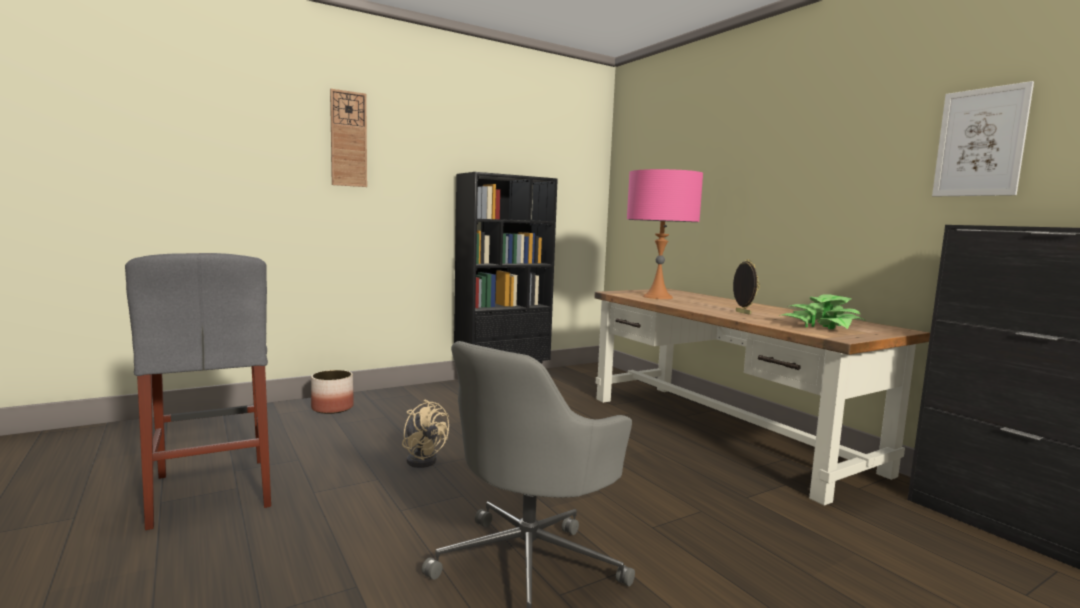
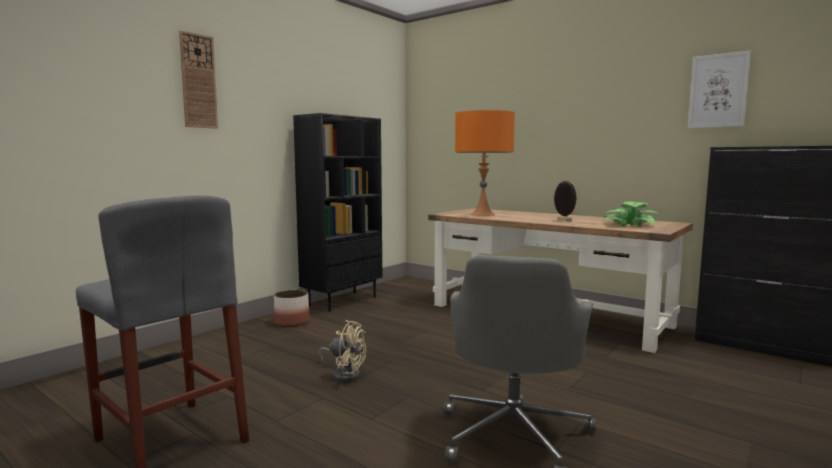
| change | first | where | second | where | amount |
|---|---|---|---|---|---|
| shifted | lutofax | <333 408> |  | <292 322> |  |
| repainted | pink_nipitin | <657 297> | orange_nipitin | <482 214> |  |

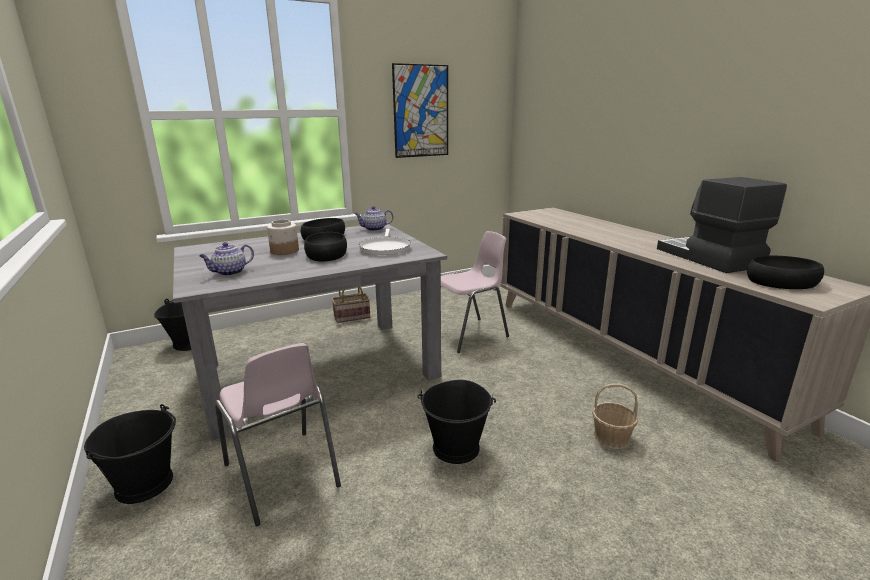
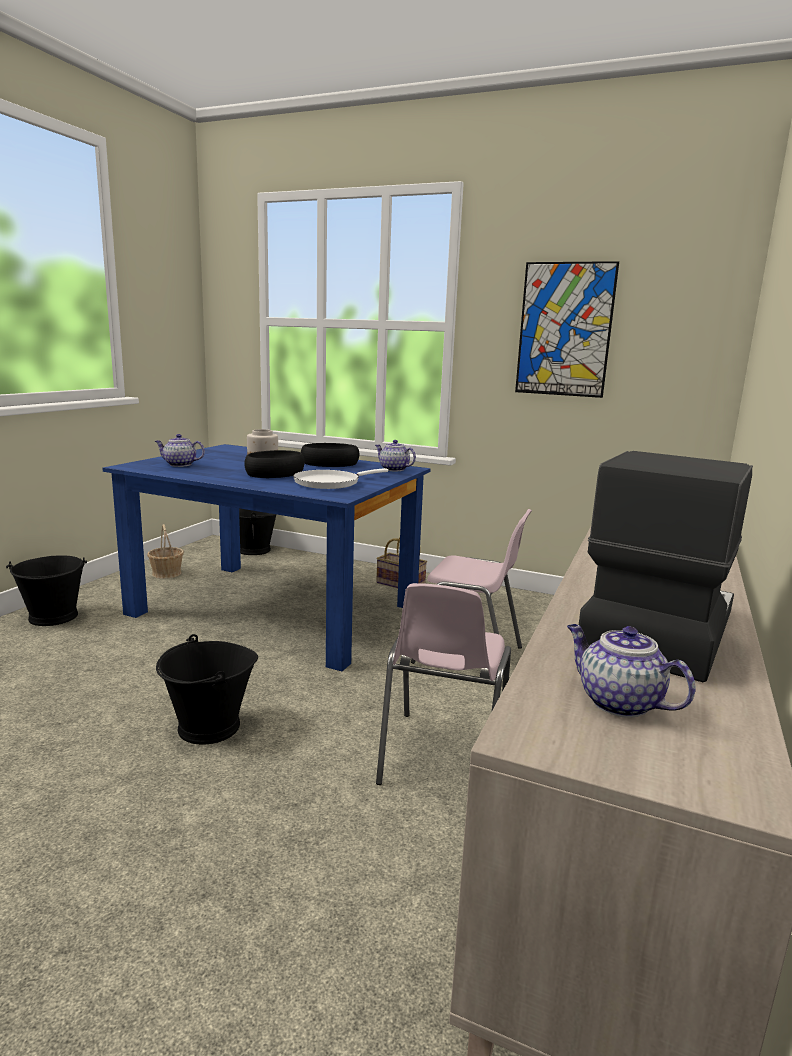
| change | first | where | second | where | amount |
|---|---|---|---|---|---|
| repainted | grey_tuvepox | <317 370> | blue_tuvepox | <273 609> |  |
| shifted | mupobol | <611 437> |  | <166 573> |  |
| shifted | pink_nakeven | <282 476> |  | <441 757> |  |
| swapped | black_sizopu | <781 282> | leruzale | <617 702> |  |

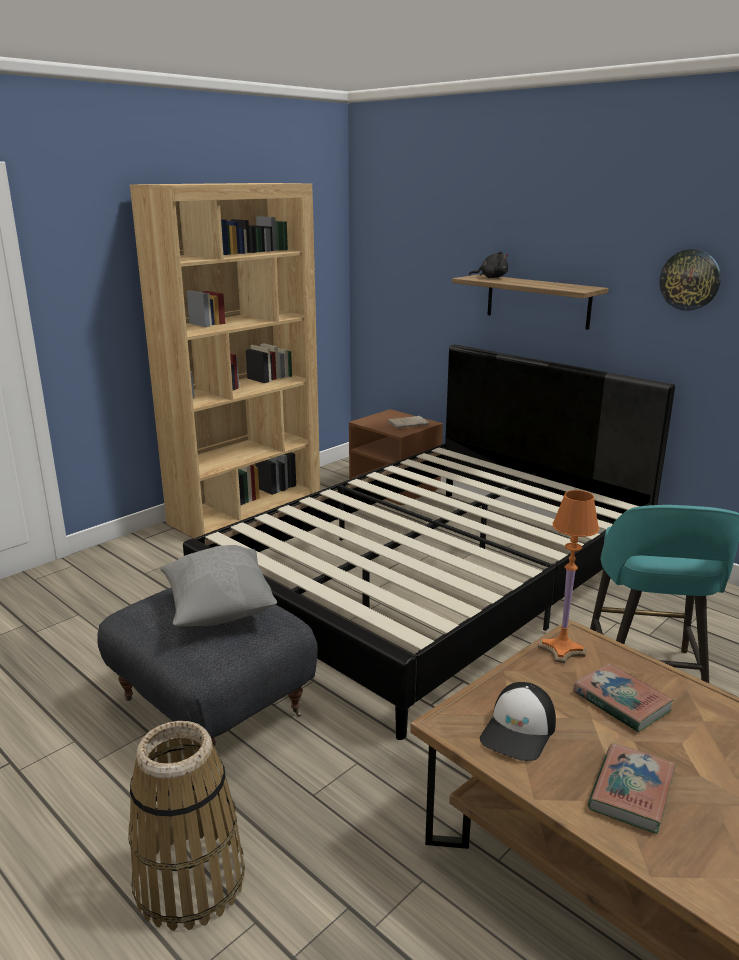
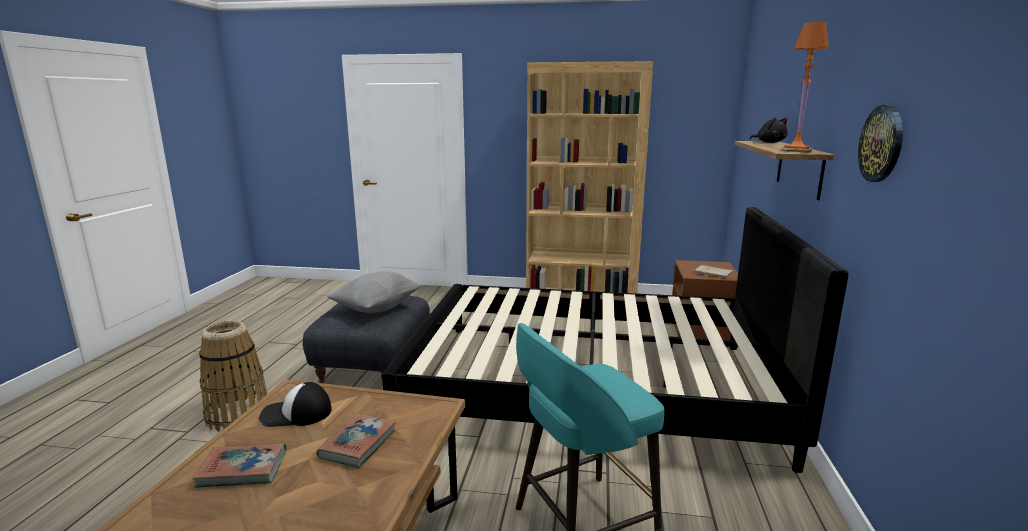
| change | first | where | second | where | amount |
|---|---|---|---|---|---|
| shifted | orange_nipitin | <561 650> |  | <795 151> |  |

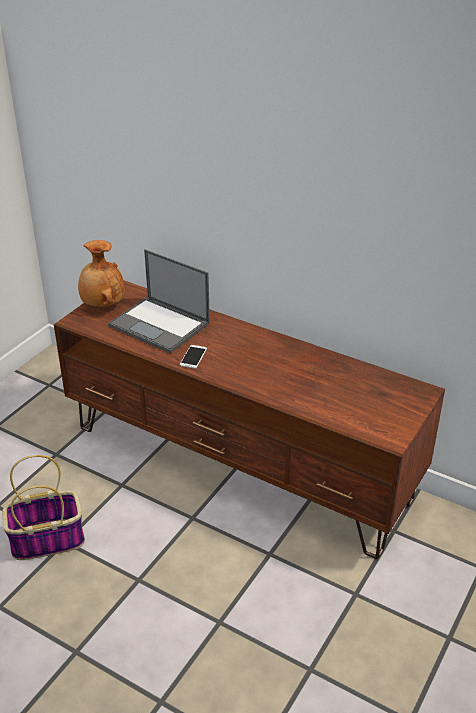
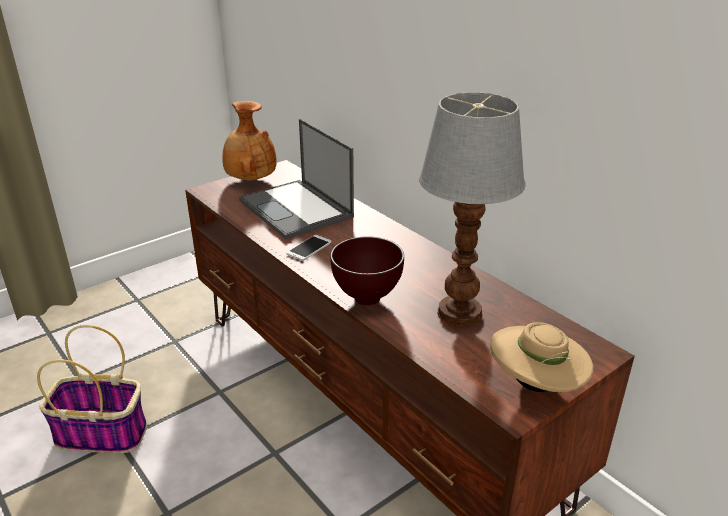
| change | first | where | second | where | amount |
|---|---|---|---|---|---|
| new |  |  | brown_sizopu | <369 299> |  |
| new |  |  | nipitin | <460 314> |  |
| new |  |  | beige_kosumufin | <536 385> |  |

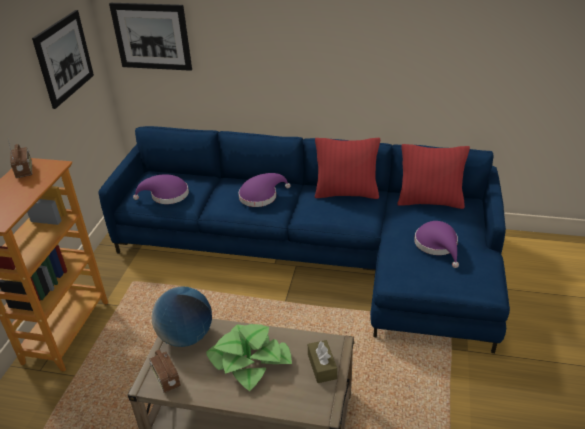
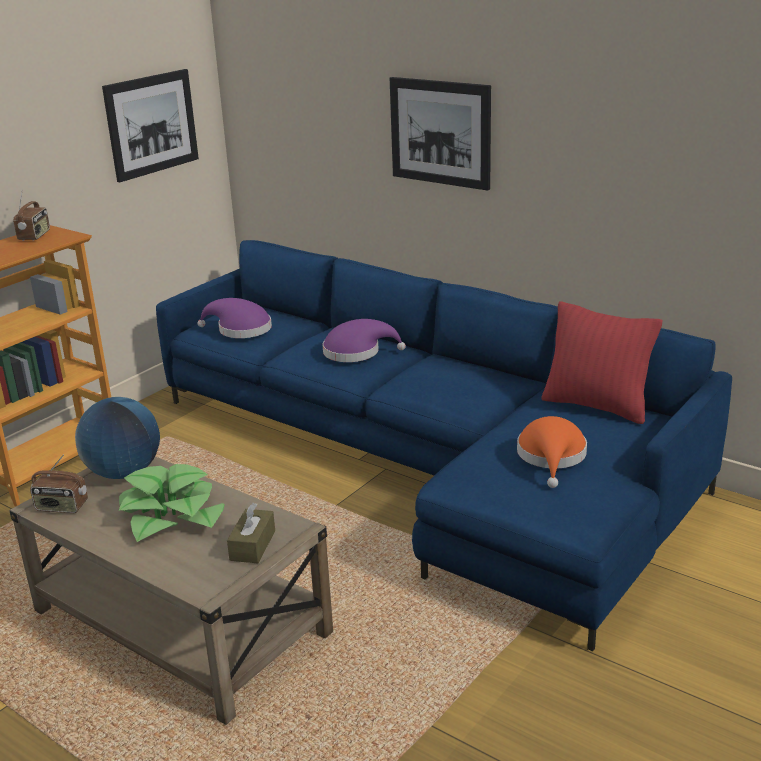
| change | first | where | second | where | amount |
|---|---|---|---|---|---|
| rotated | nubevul | <166 380> |  | <61 507> | 75 degrees counterclockwise |
| shifted | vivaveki | <152 36> |  | <440 132> |  |
| repainted | purple_kosumufin | <437 245> | orange_kosumufin | <552 457> |  |
| gone | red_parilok | <346 193> |  |  |  |

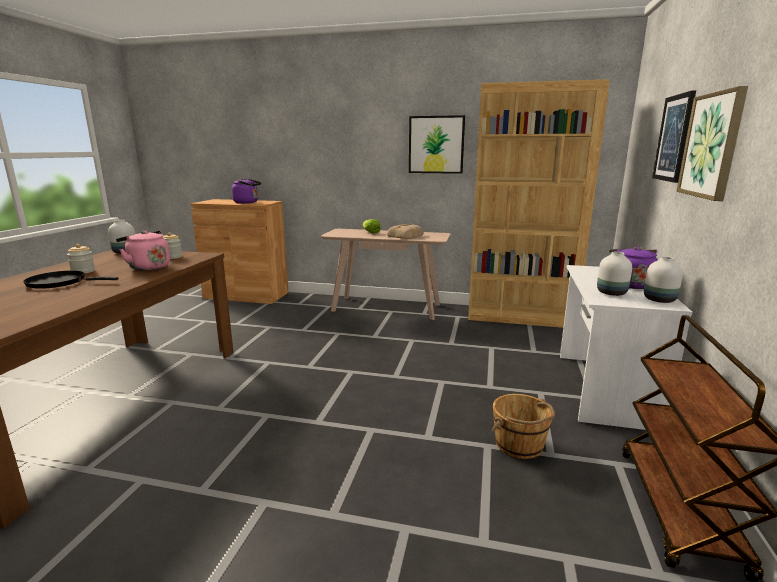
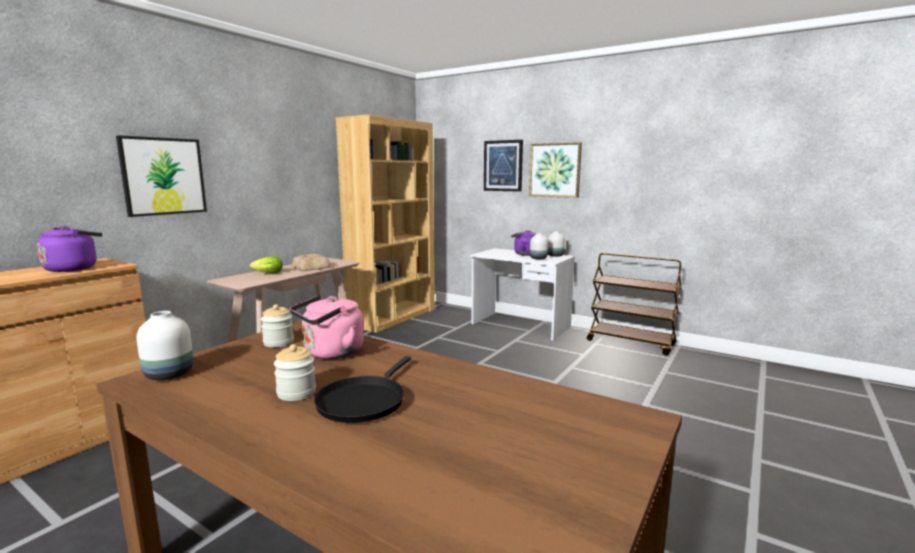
| change | first | where | second | where | amount |
|---|---|---|---|---|---|
| shifted | vivaveki | <436 145> |  | <163 176> |  |
| gone | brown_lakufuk | <519 445> |  |  |  |

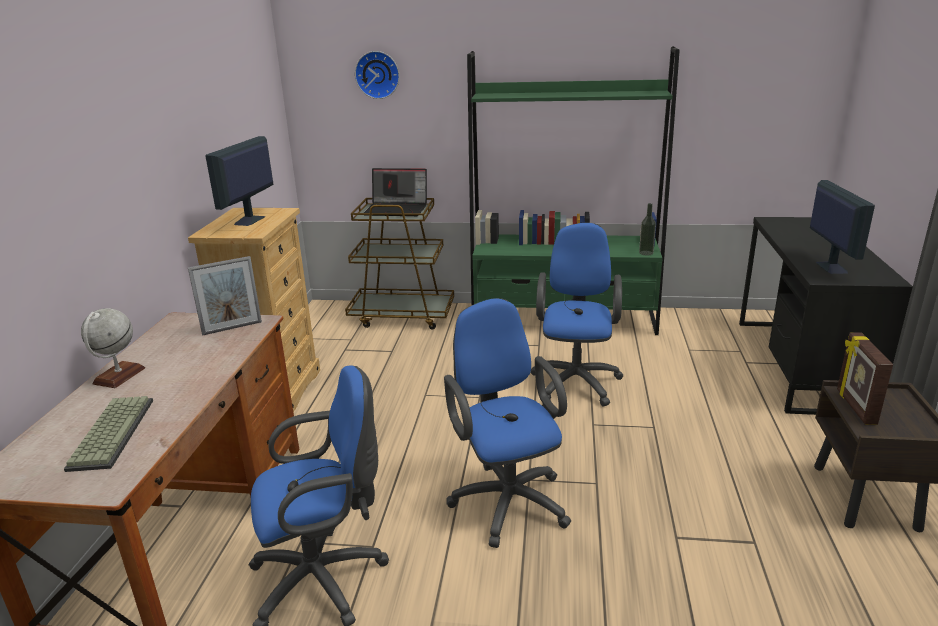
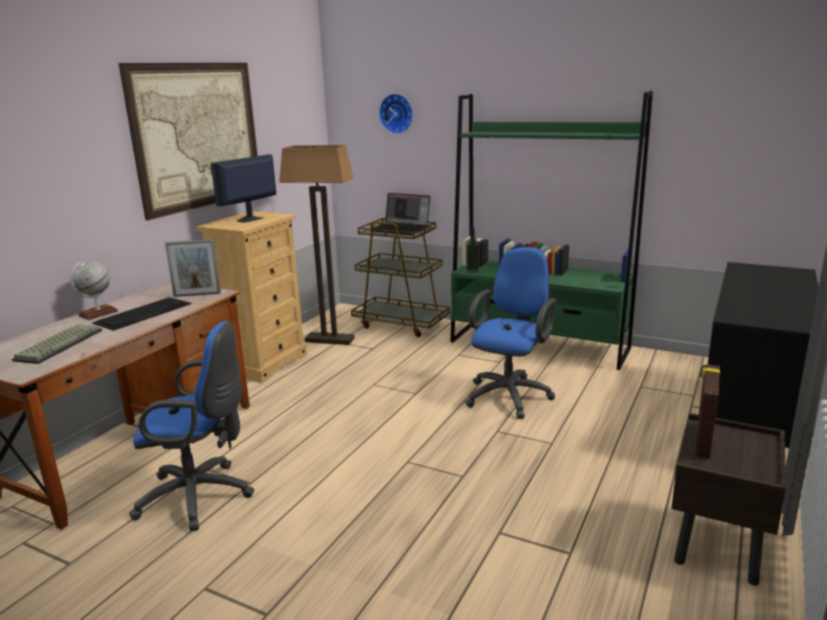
| change | first | where | second | where | amount |
|---|---|---|---|---|---|
| new |  |  | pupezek | <144 313> |  |
| new |  |  | vivaveki | <198 136> |  |
| new |  |  | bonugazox | <330 340> |  |
| shifted | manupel | <646 253> |  | <472 271> |  |
| gone | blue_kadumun | <507 498> |  |  |  |
| gone | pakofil | <831 267> |  |  |  |

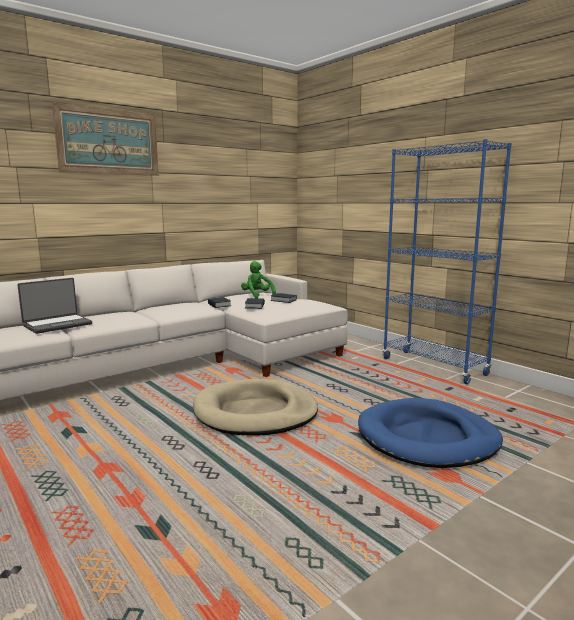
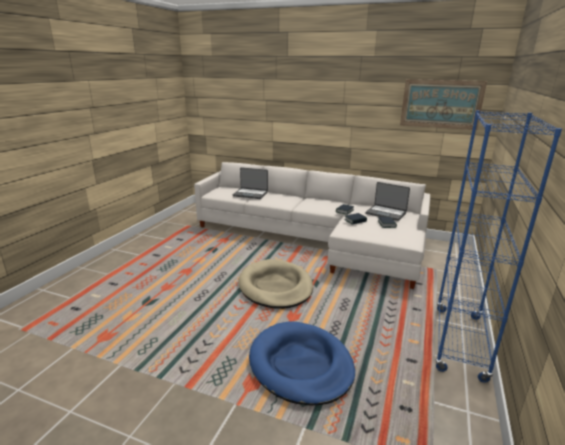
| change | first | where | second | where | amount |
|---|---|---|---|---|---|
| swapped | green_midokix | <257 295> | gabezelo | <386 213> |  |
| shifted | vivaveki | <108 142> |  | <441 104> |  |

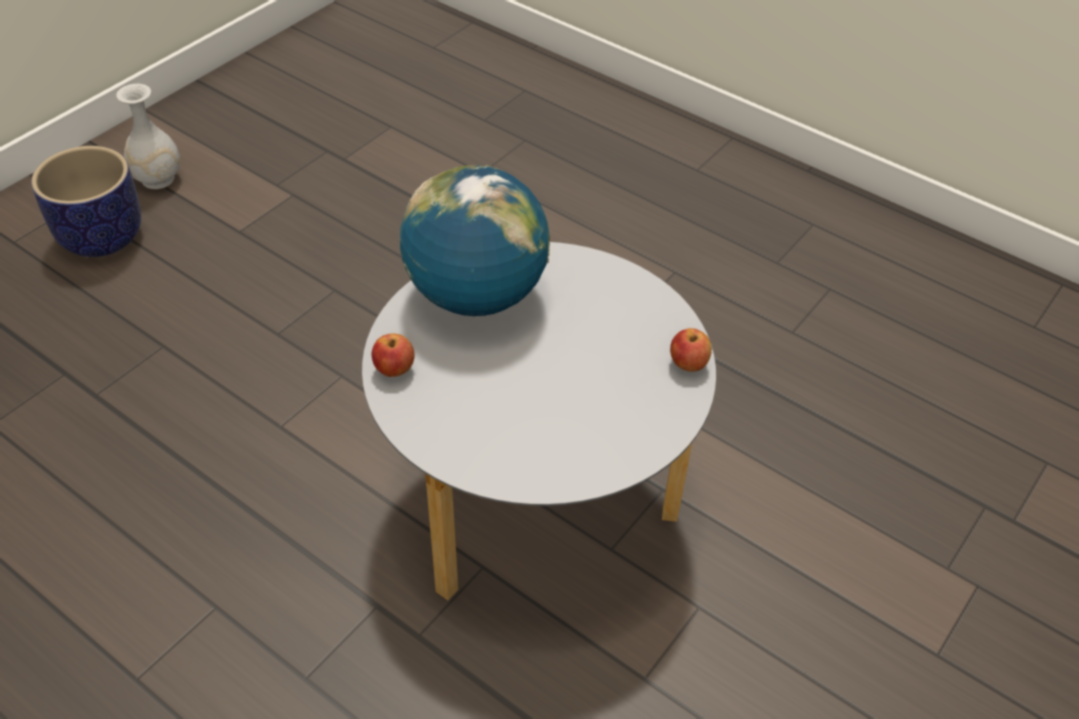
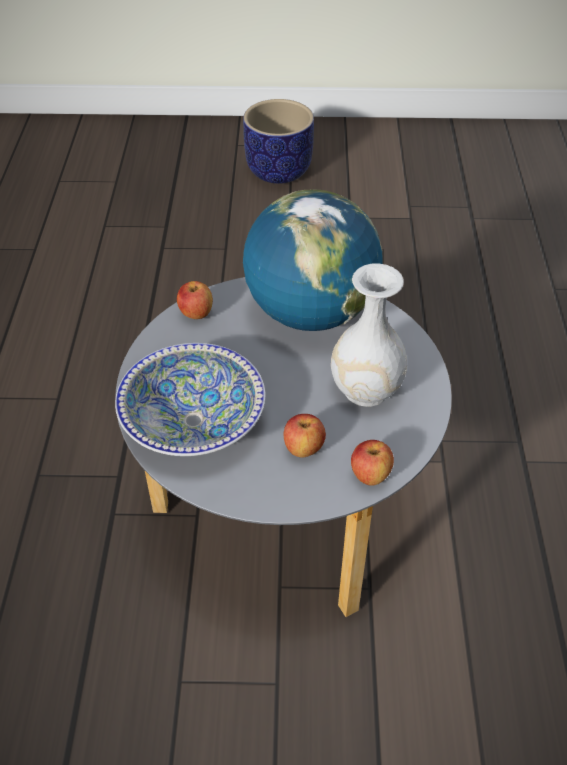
| change | first | where | second | where | amount |
|---|---|---|---|---|---|
| new |  |  | sizopu | <194 421> |  |
| new |  |  | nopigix | <303 448> |  |
| shifted | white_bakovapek | <157 179> |  | <365 389> |  |

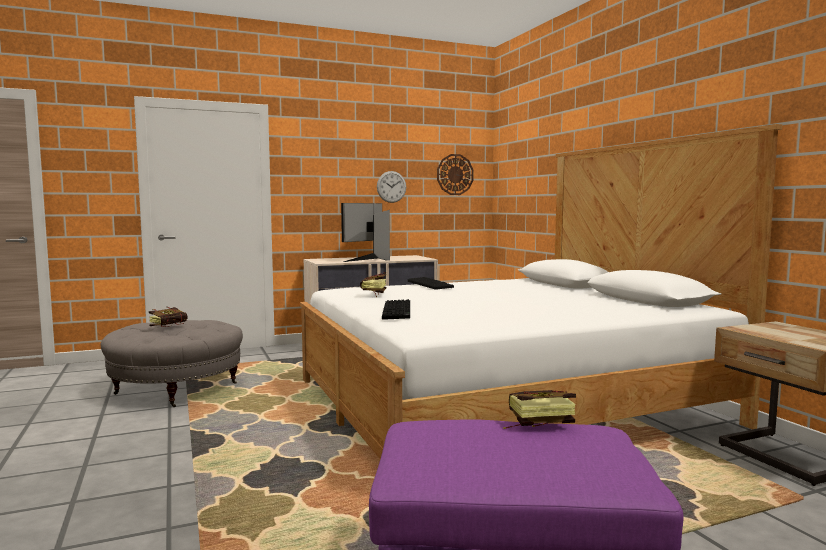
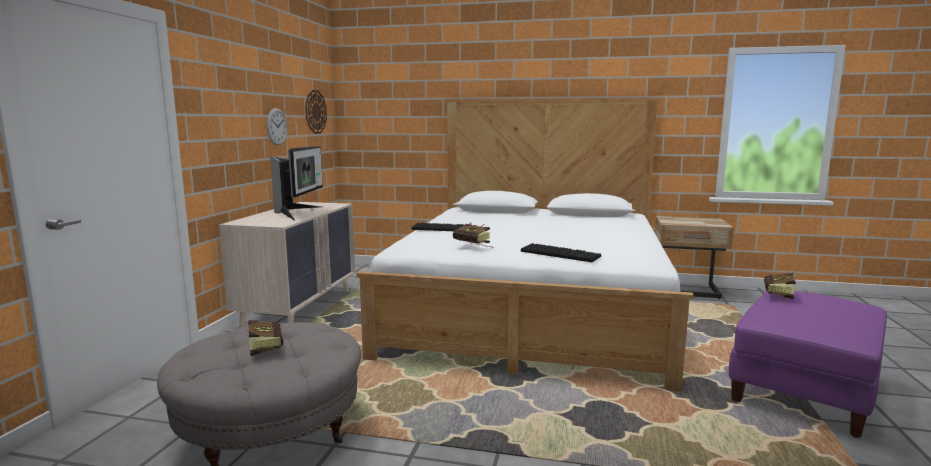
| change | first | where | second | where | amount |
|---|---|---|---|---|---|
| rotated | pakofil | <371 259> |  | <298 213> | 150 degrees counterclockwise |

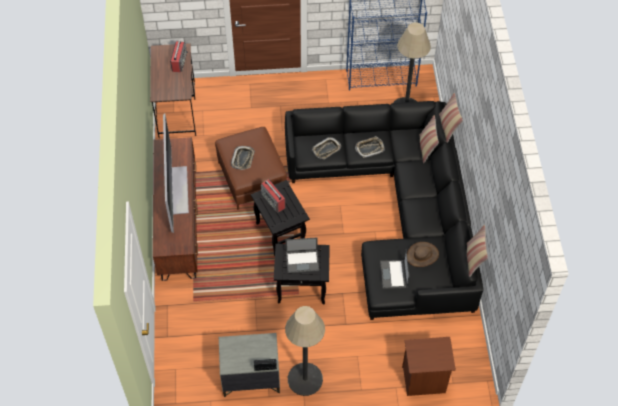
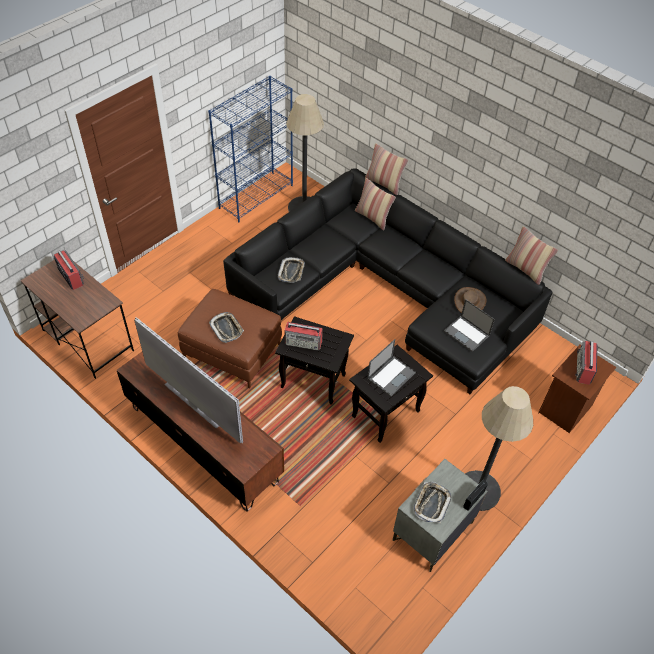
| change | first | where | second | where | amount |
|---|---|---|---|---|---|
| shifted | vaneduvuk | <369 148> |  | <431 503> |  |
| new |  |  | nubevul | <583 369> |  |

